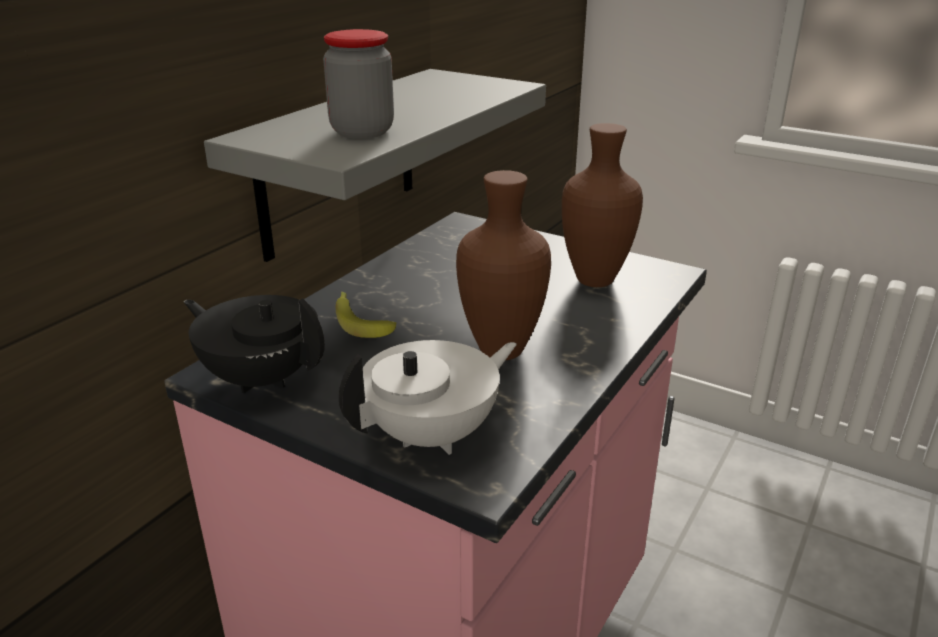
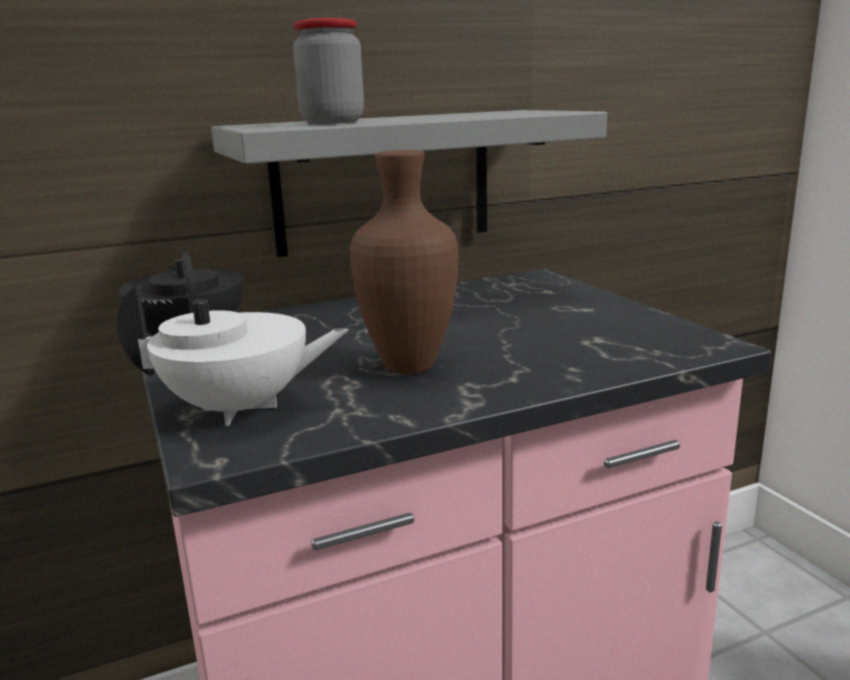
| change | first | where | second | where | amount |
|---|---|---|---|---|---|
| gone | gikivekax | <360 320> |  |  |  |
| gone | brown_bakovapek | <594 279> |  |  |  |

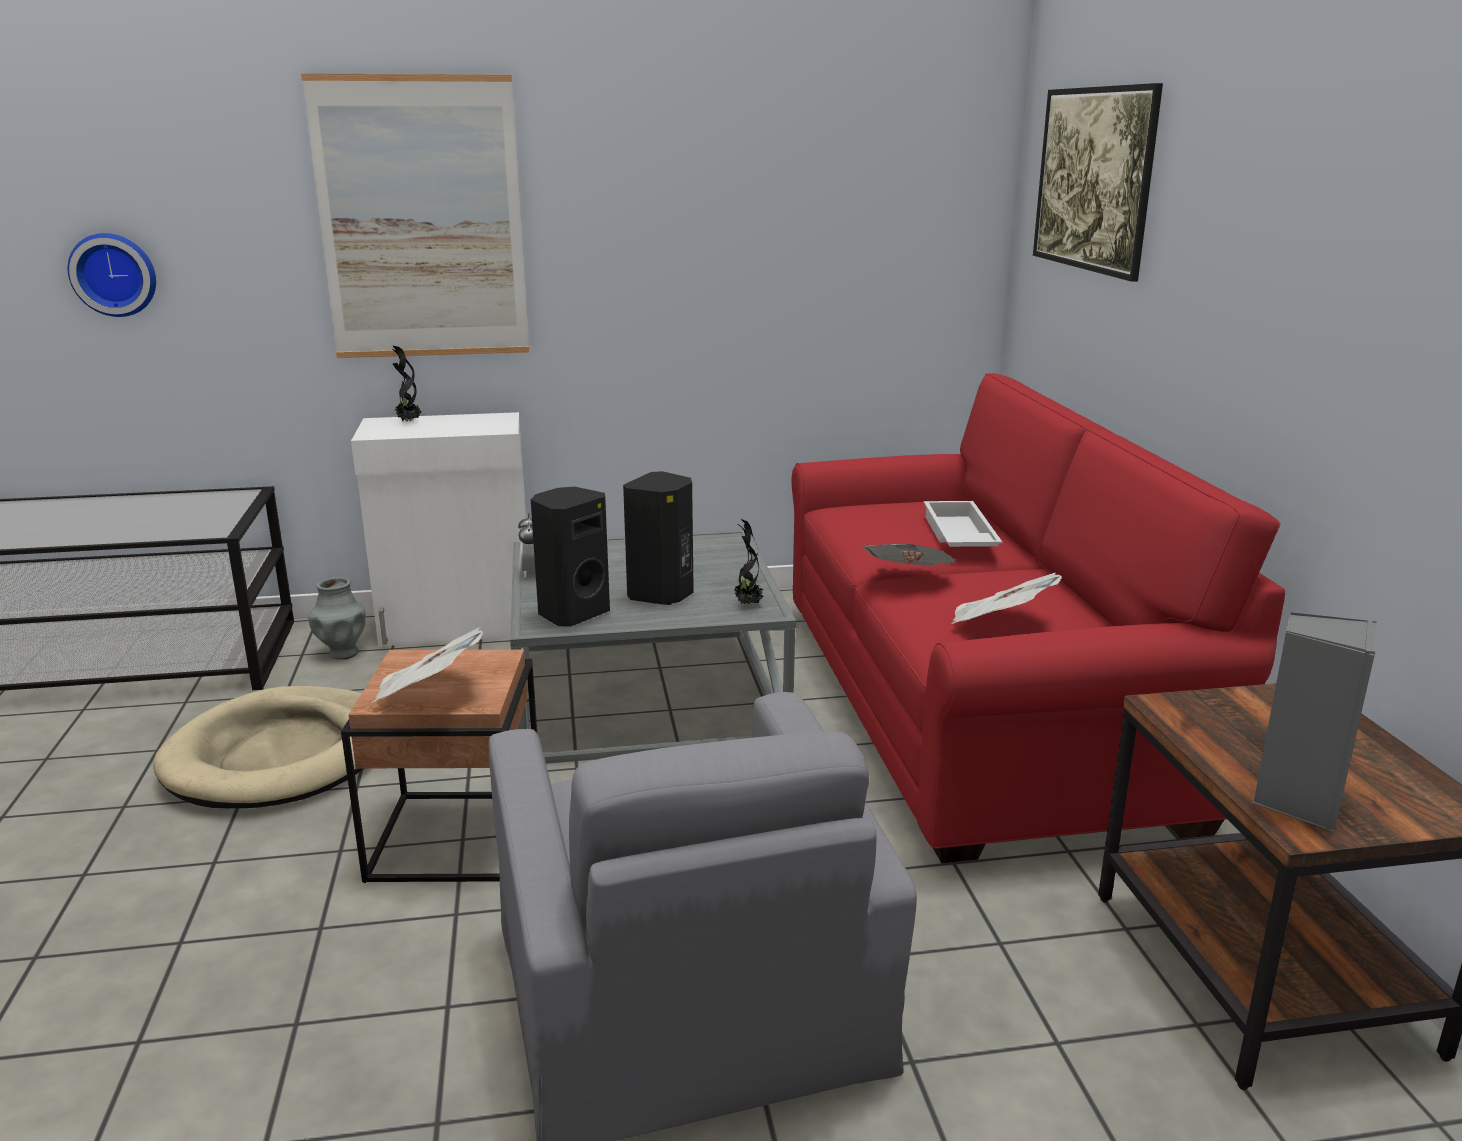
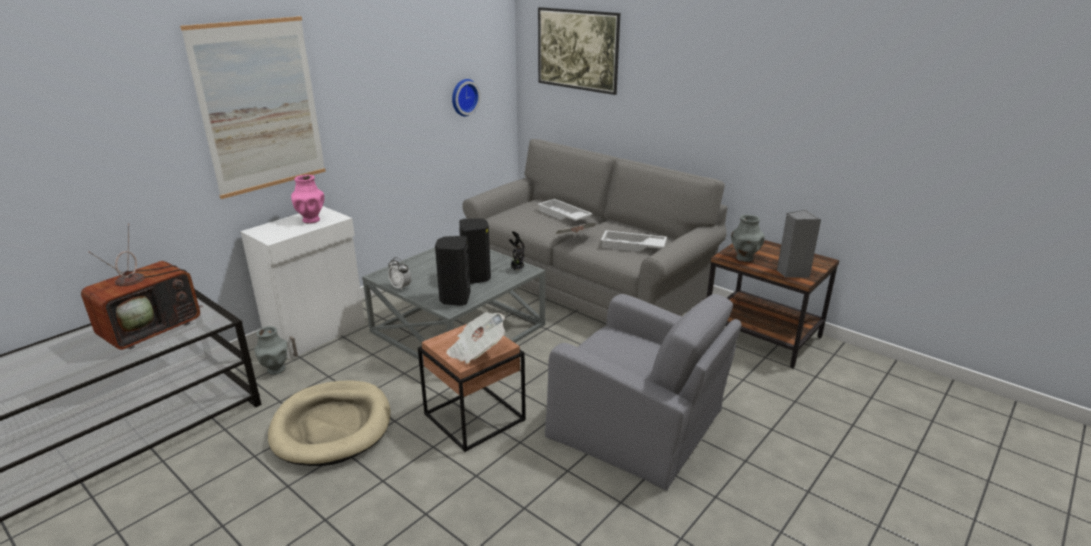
| change | first | where | second | where | amount |
|---|---|---|---|---|---|
| new |  |  | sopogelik | <153 328> |  |
| new |  |  | pink_bakovapek | <311 220> |  |
| shifted | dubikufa | <114 274> |  | <463 97> |  |
| repainted | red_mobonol | <972 709> | grey_mobonol | <587 287> |  |
| swapped | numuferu | <999 625> | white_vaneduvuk | <632 246> |  |
| new |  |  | grey_bakovapek | <744 258> |  |
| gone | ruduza | <408 421> |  |  |  |

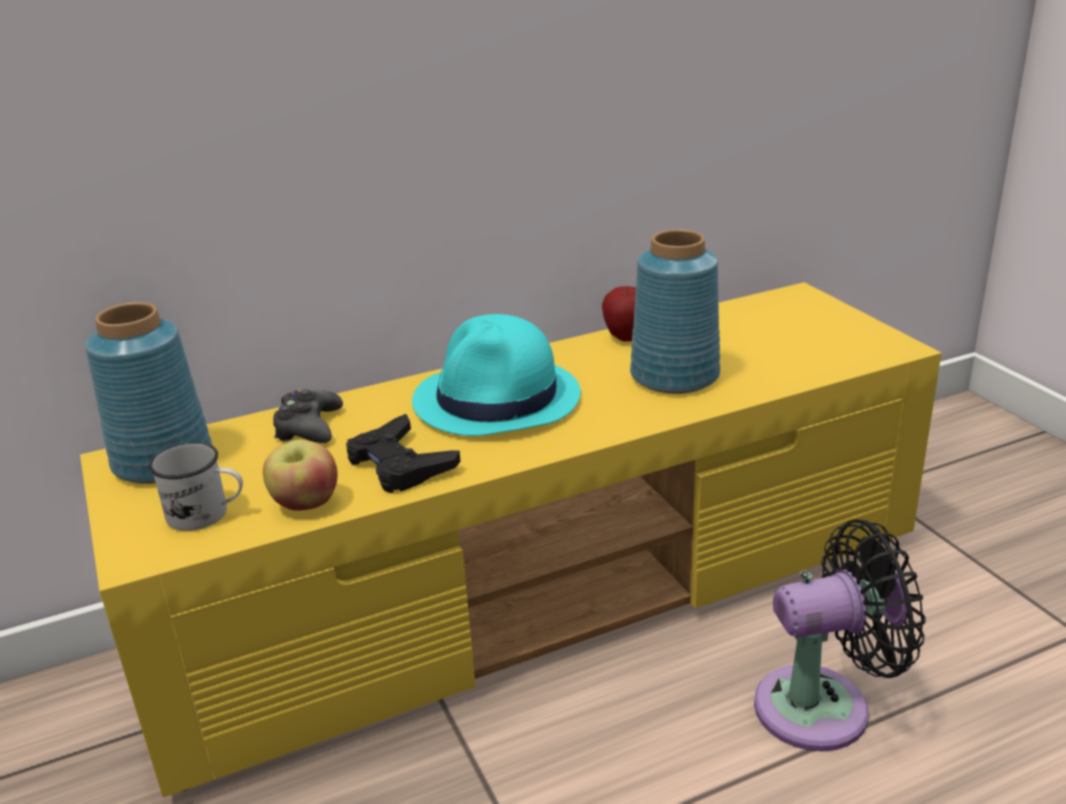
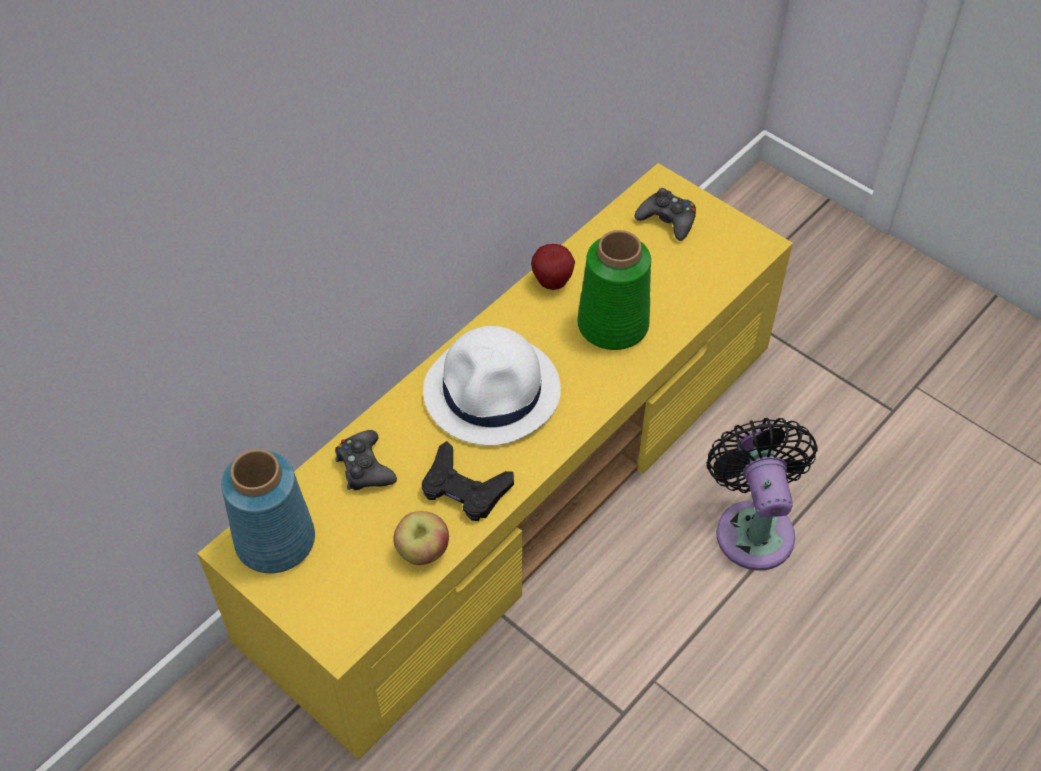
| change | first | where | second | where | amount |
|---|---|---|---|---|---|
| repainted | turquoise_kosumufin | <498 399> | white_kosumufin | <493 391> |  |
| repainted | blue_bakovapek | <675 376> | green_bakovapek | <614 325> |  |
| new |  |  | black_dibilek | <667 220> |  |
| rotated | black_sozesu | <823 706> |  | <753 527> | 60 degrees counterclockwise |
| gone | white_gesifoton | <207 514> |  |  |  |

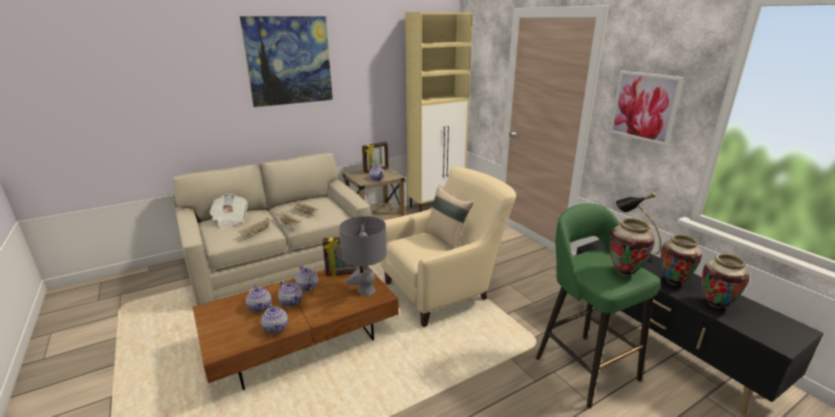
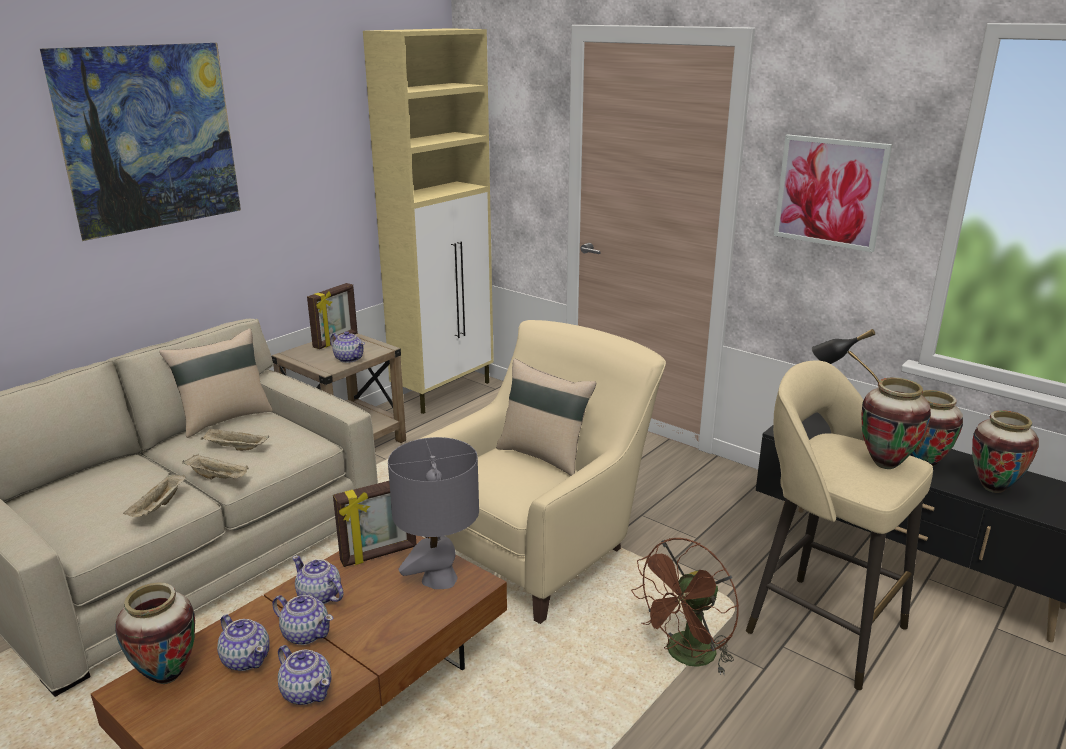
| change | first | where | second | where | amount |
|---|---|---|---|---|---|
| new |  |  | bakovapek | <167 676> |  |
| new |  |  | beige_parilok | <224 418> |  |
| new |  |  | brown_sozesu | <686 657> |  |
| repainted | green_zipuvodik | <584 367> | beige_zipuvodik | <821 627> |  |
| gone | numuferu | <230 220> |  |  |  |

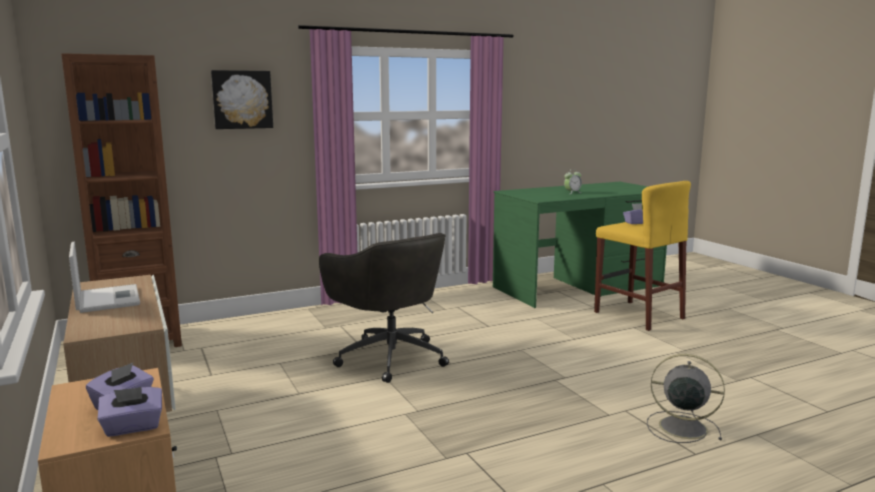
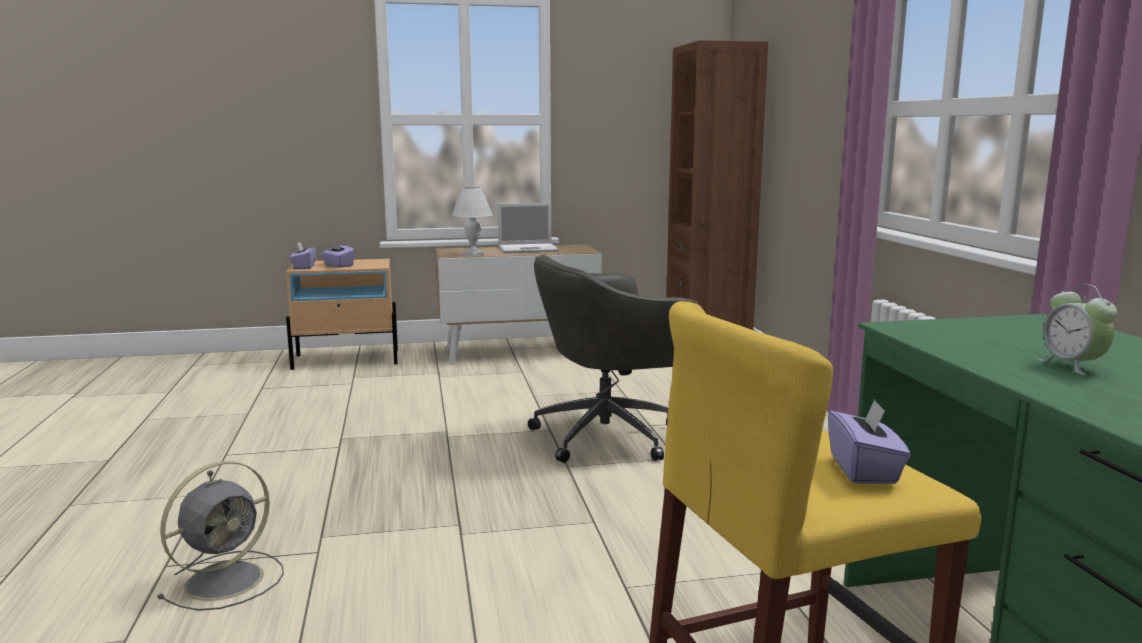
| change | first | where | second | where | amount |
|---|---|---|---|---|---|
| new |  |  | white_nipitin | <473 254> |  |
| gone | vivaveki | <242 99> |  |  |  |

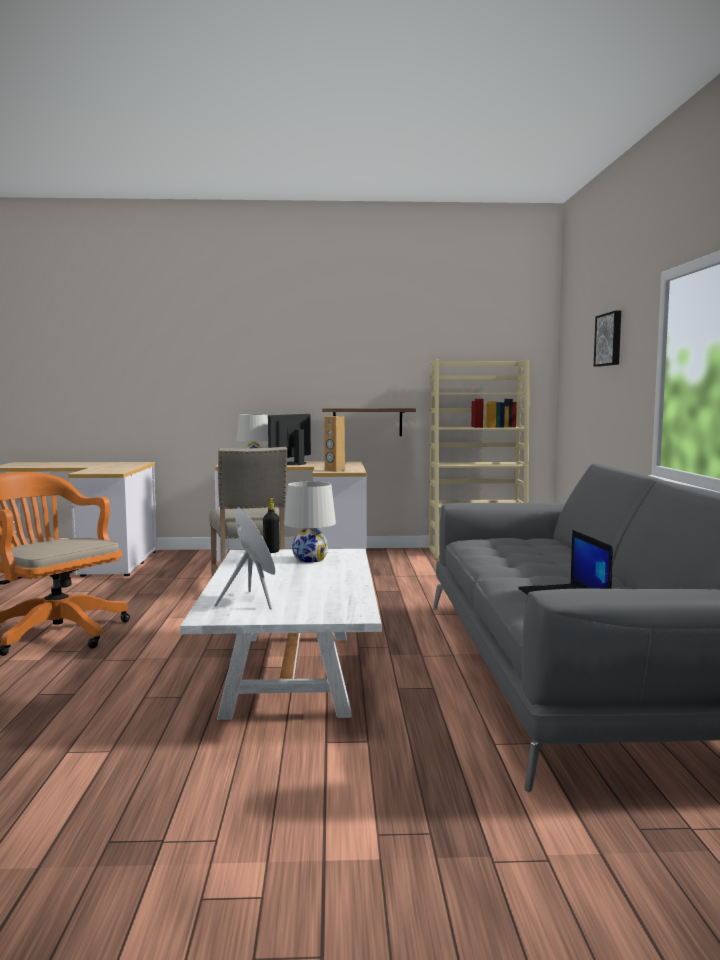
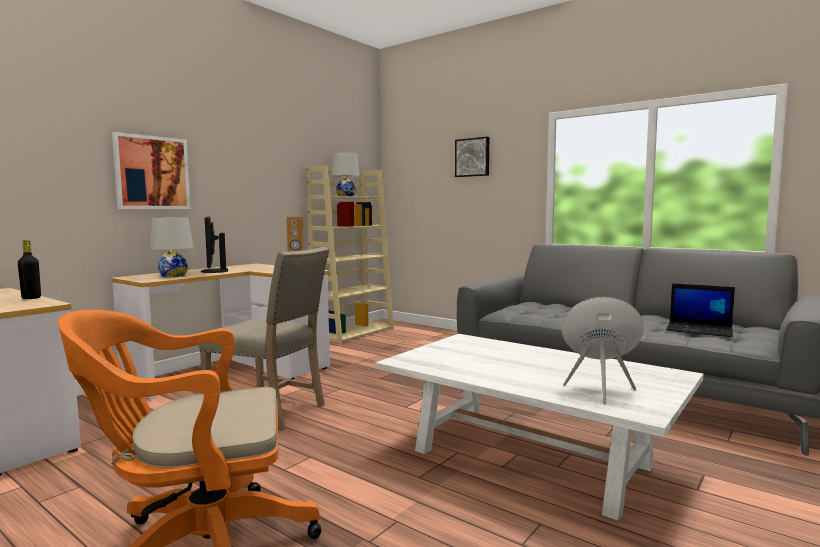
| change | first | where | second | where | amount |
|---|---|---|---|---|---|
| shifted | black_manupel | <271 551> |  | <31 298> |  |
| new |  |  | vivaveki | <152 173> |  |
| shifted | white_nipitin | <310 559> |  | <346 196> |  |
| gone | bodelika | <367 422> |  |  |  |

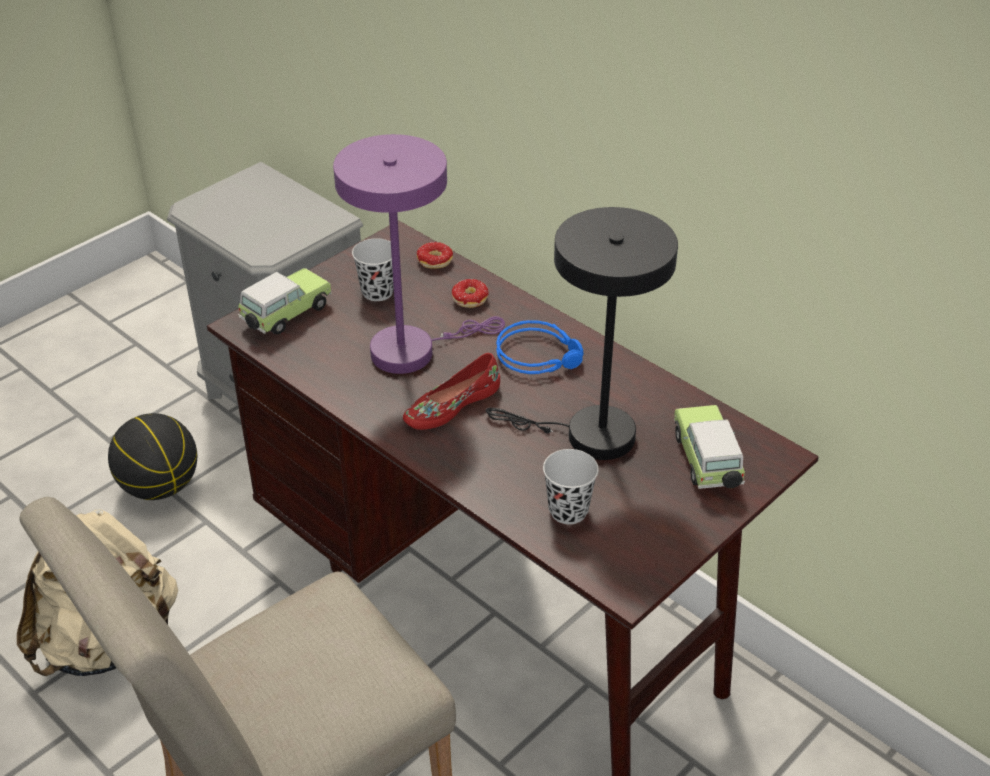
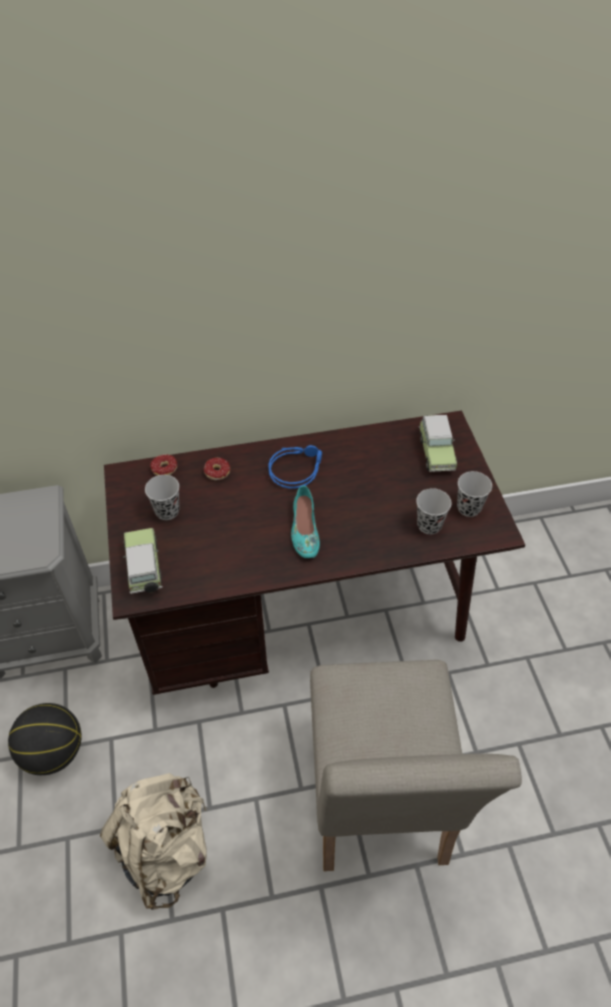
| change | first | where | second | where | amount |
|---|---|---|---|---|---|
| repainted | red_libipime | <451 405> | turquoise_libipime | <304 530> |  |
| rotated | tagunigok | <707 463> |  | <435 452> | 120 degrees counterclockwise |
| new |  |  | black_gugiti | <469 508> |  |
| gone | purple_nipitin | <412 350> |  |  |  |
| gone | black_nipitin | <588 435> |  |  |  |

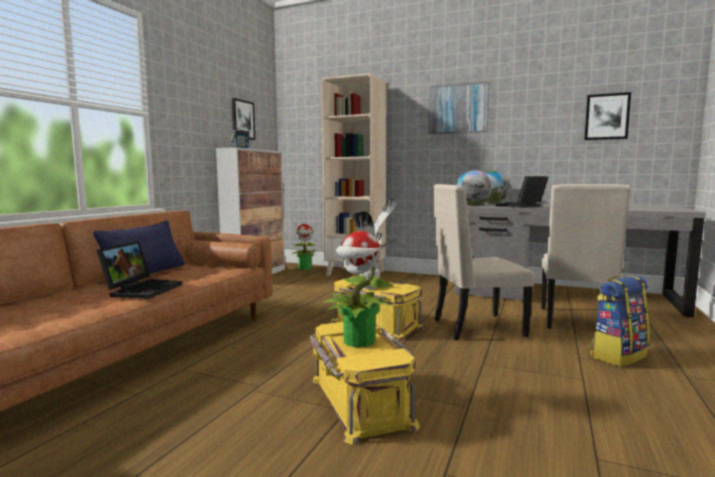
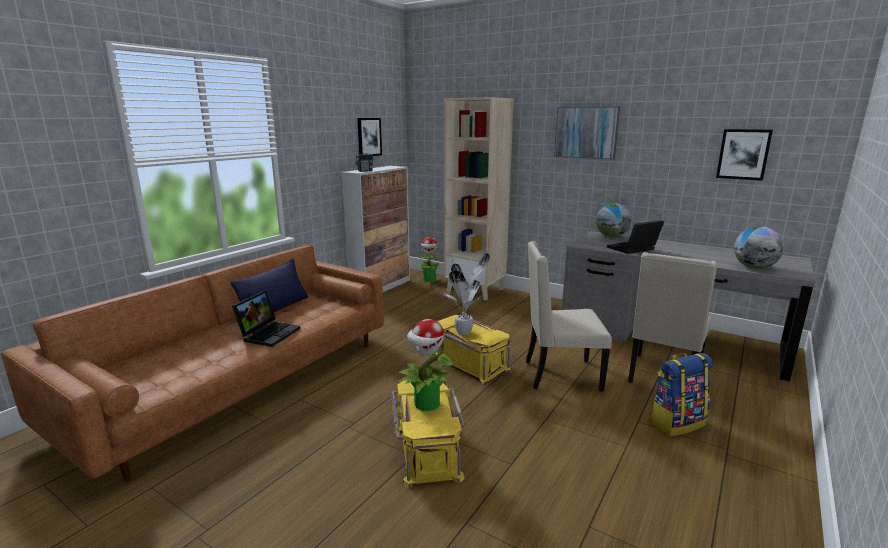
| change | first | where | second | where | amount |
|---|---|---|---|---|---|
| shifted | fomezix | <473 205> |  | <754 267> |  |

